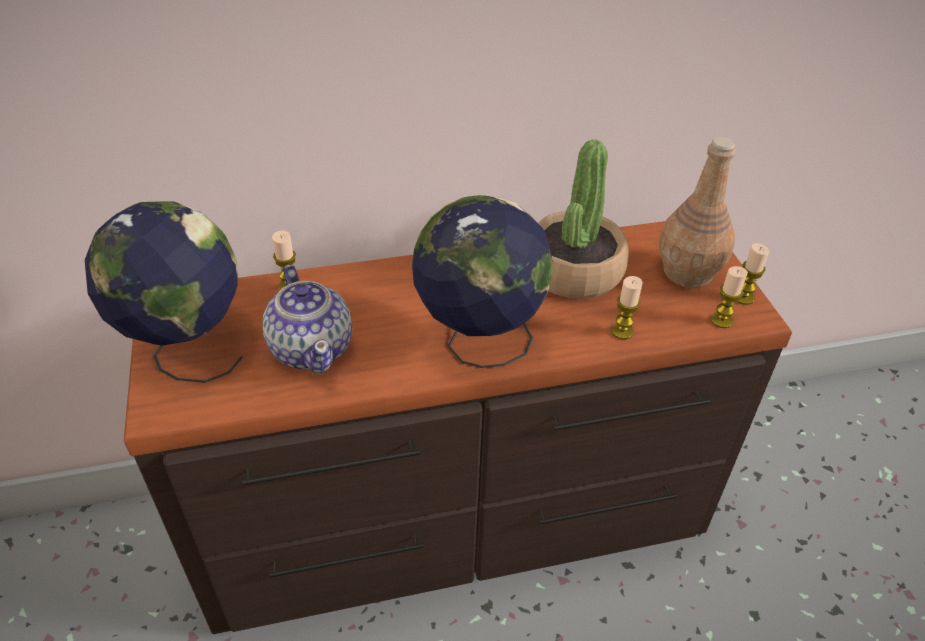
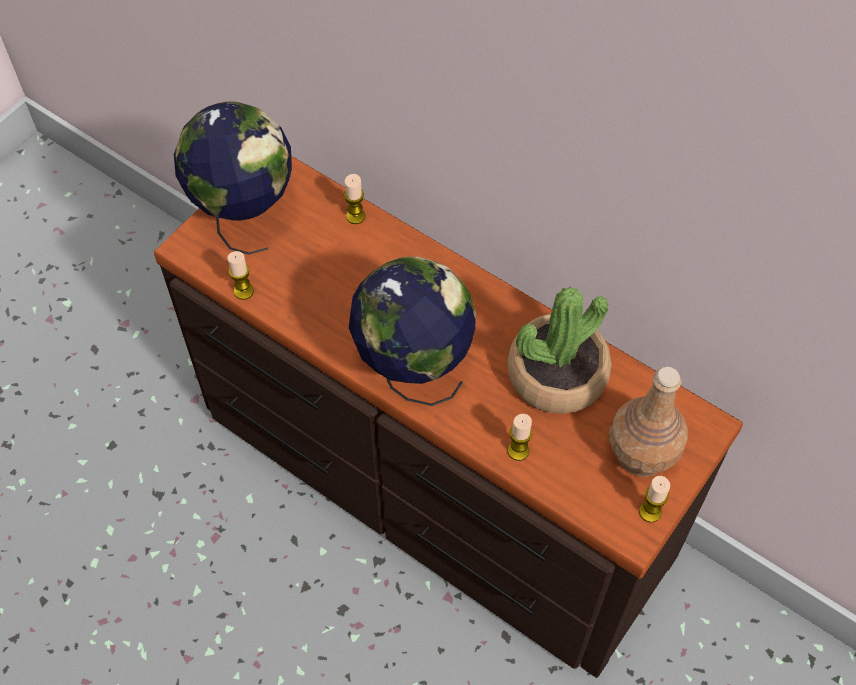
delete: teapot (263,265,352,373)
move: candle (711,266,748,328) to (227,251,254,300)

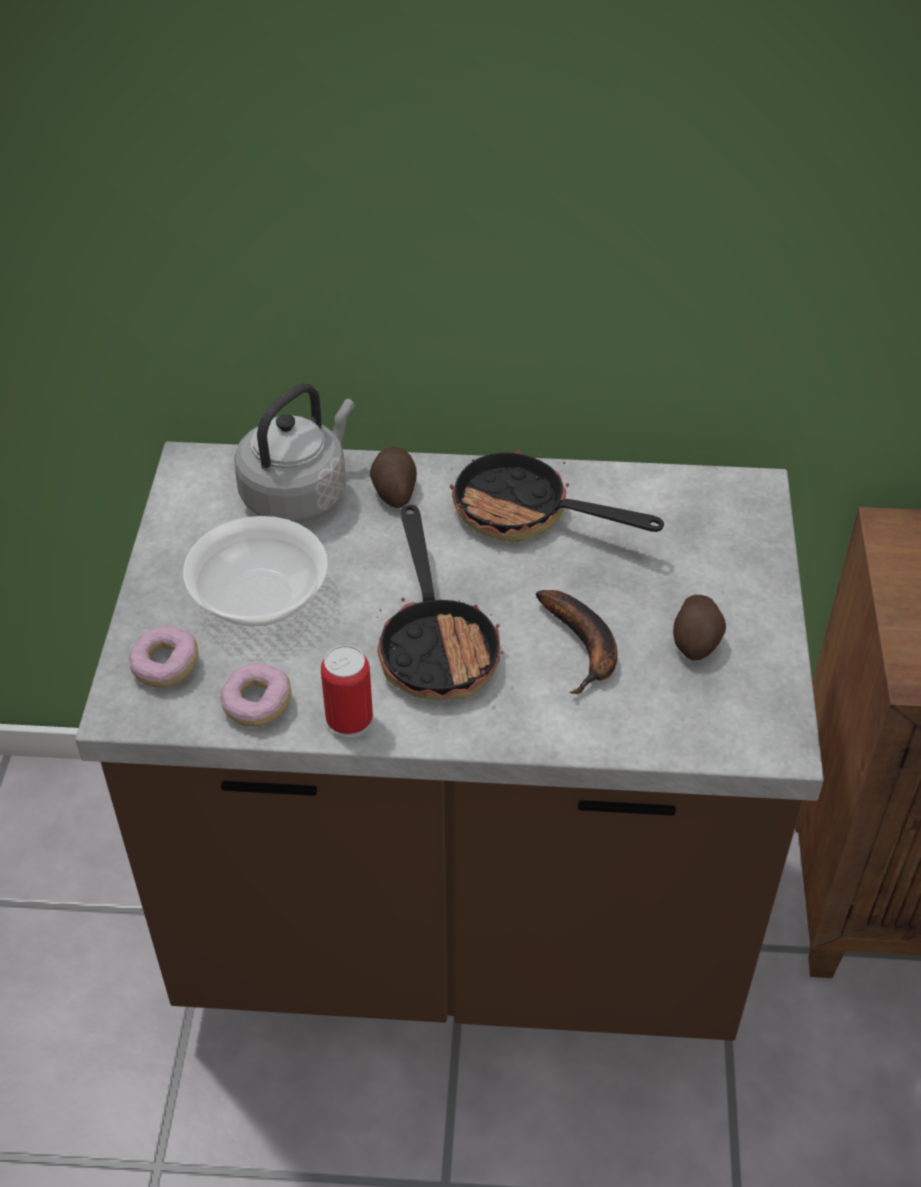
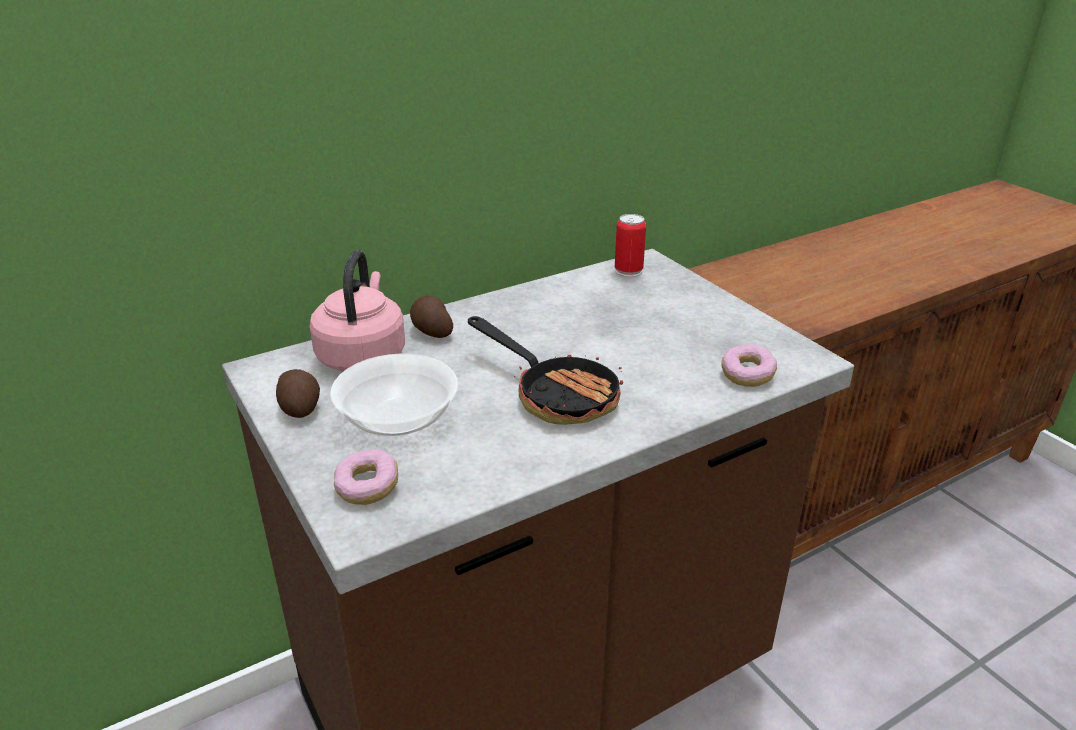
delete: frying_pan (450,443,664,541); banana (536,590,617,695)
move: potato (673,595,726,661) to (276,369,320,418); can (321,645,373,738) to (615,214,646,277); donut (221,663,292,727) to (721,344,777,387)
recolor: grey_kettle (234,383,355,522) to pink_kettle (310,250,405,372)

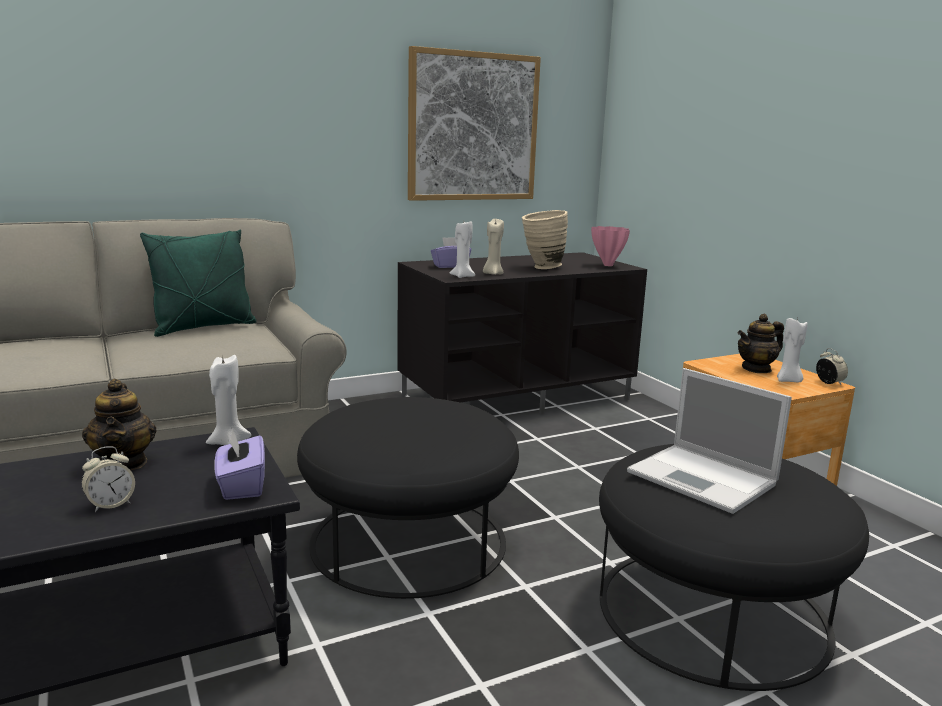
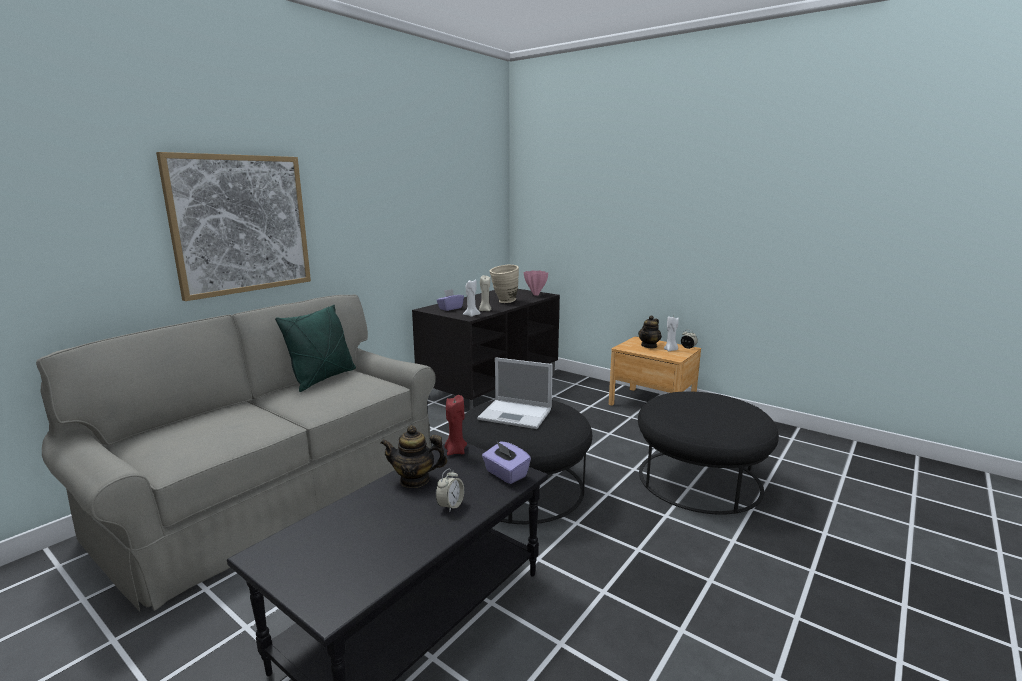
move: picture (408,46,541,201) to (156,152,311,301); laptop (627,368,792,514) to (477,357,553,429)
recolor: white_candle (206,354,251,445) to red_candle (445,395,467,455)
rotate: teapot (82,379,156,470) = (381,426,447,488) 135 degrees clockwise

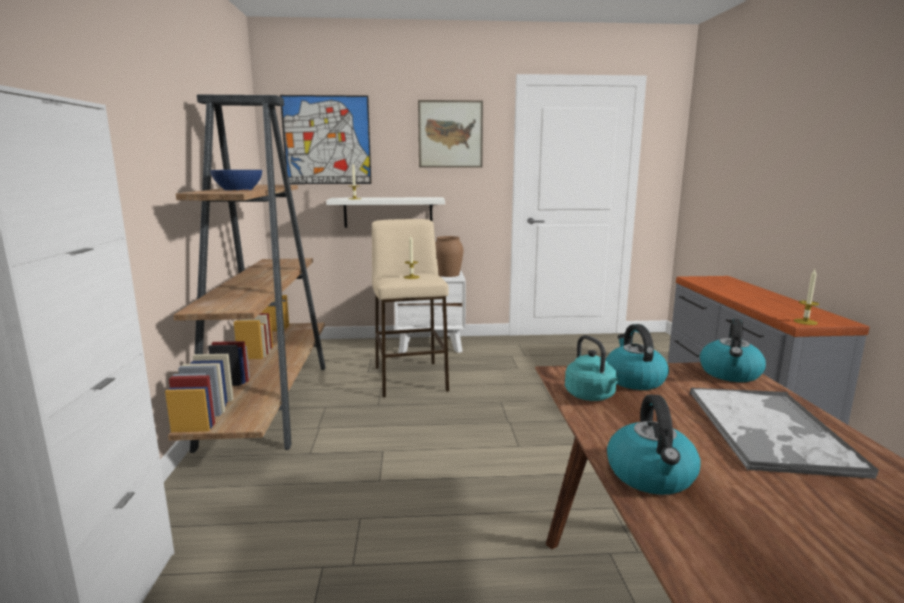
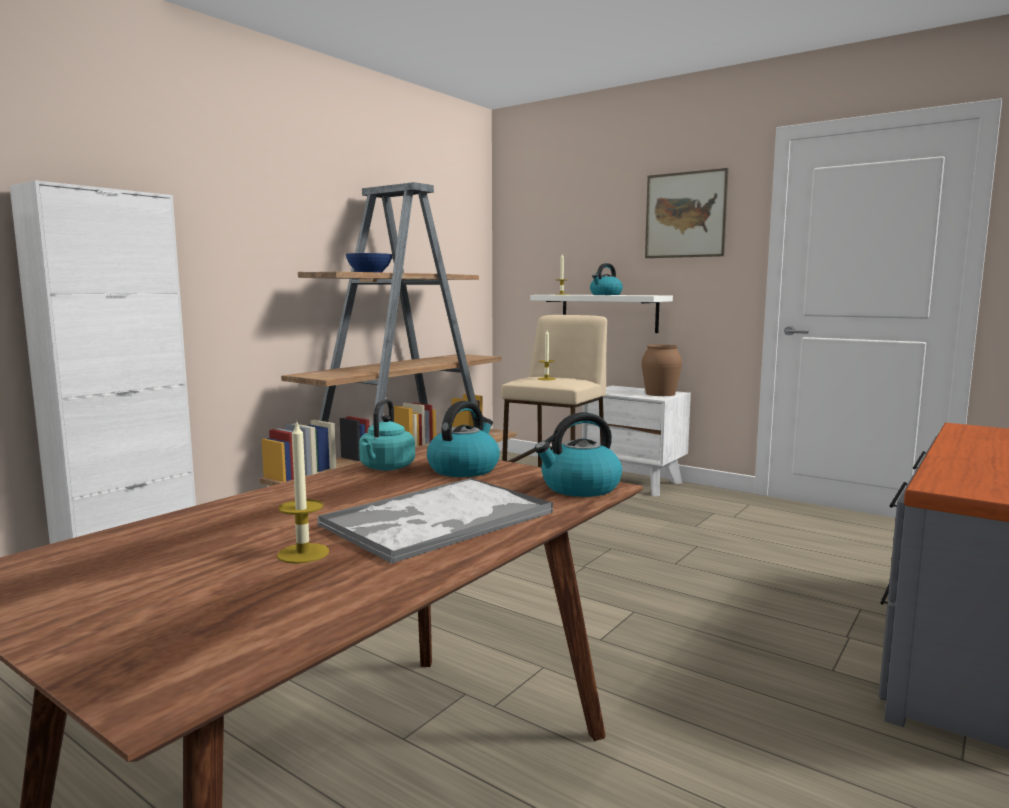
delete: picture (280,95,372,184)
move: candle (794,269,819,325) to (277,420,329,564); kettle (607,395,701,495) to (590,263,623,295)

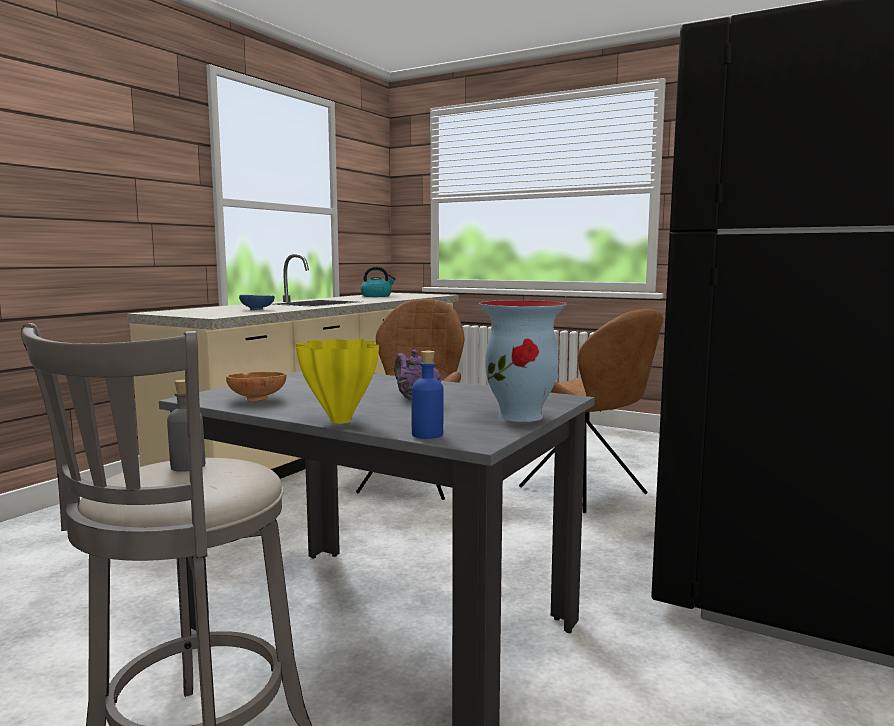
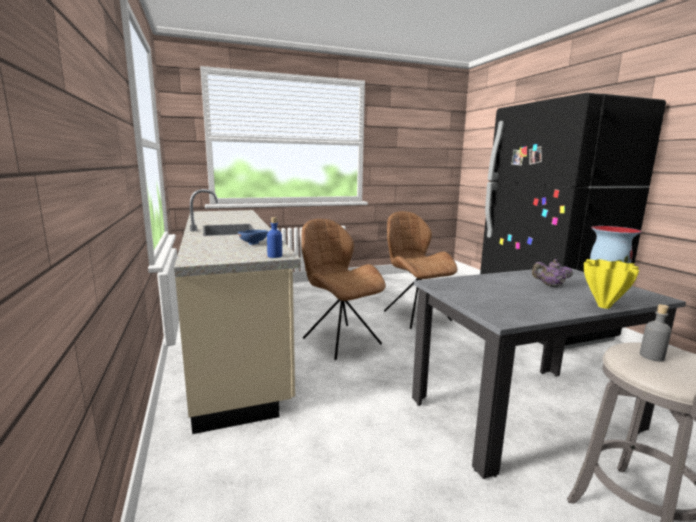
delete: kettle (361,267,396,297); brown_bowl (226,372,286,401)
move: blue_bottle (412,351,444,439) to (267,217,282,258)
rotate: brown_chair (519,309,663,513) = (384,211,458,329) 120 degrees counterclockwise

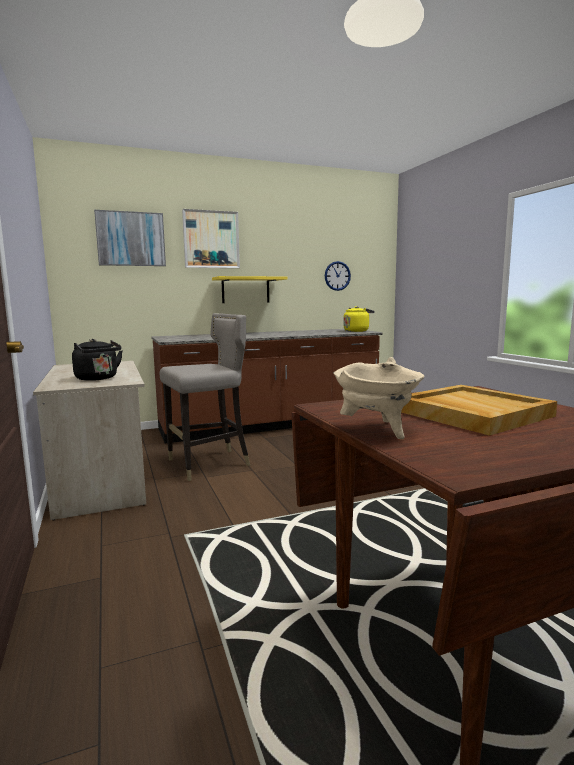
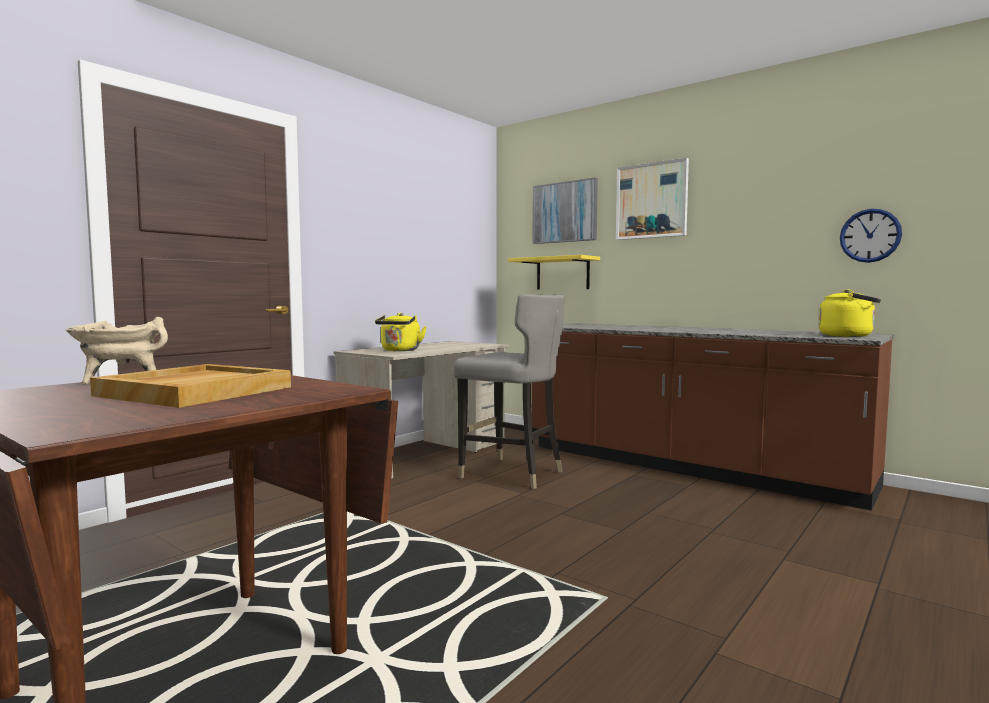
move: yellow_shelf (212,276,287,303) to (508,255,600,290)
recolor: black_kettle (72,339,122,381) to yellow_kettle (375,313,427,351)

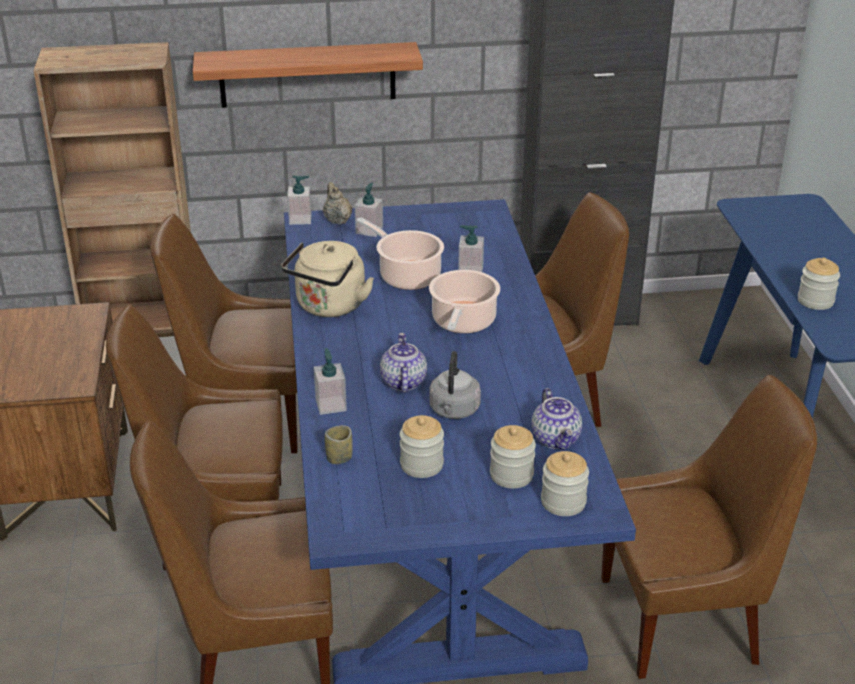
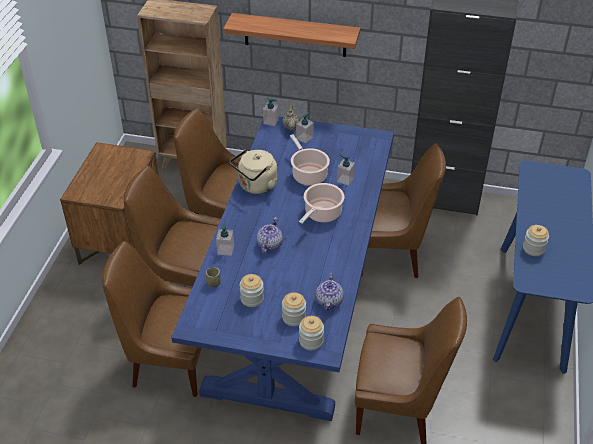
delete: grey_kettle (429,351,481,419)

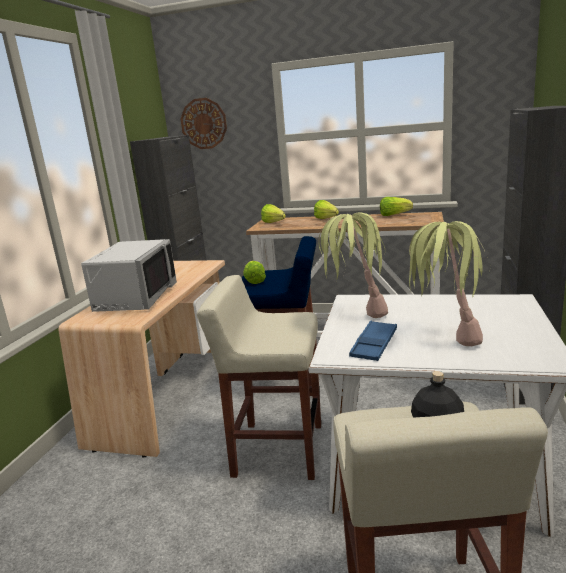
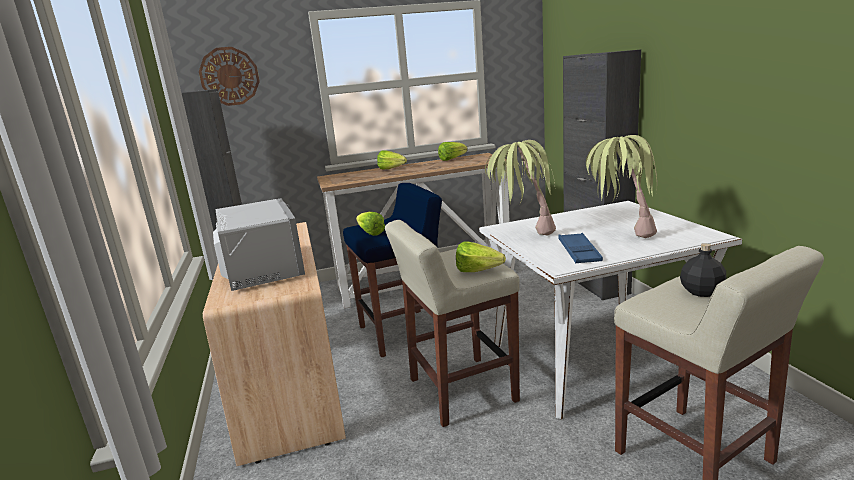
move: lettuce (261,204,286,223) to (456,241,506,272)

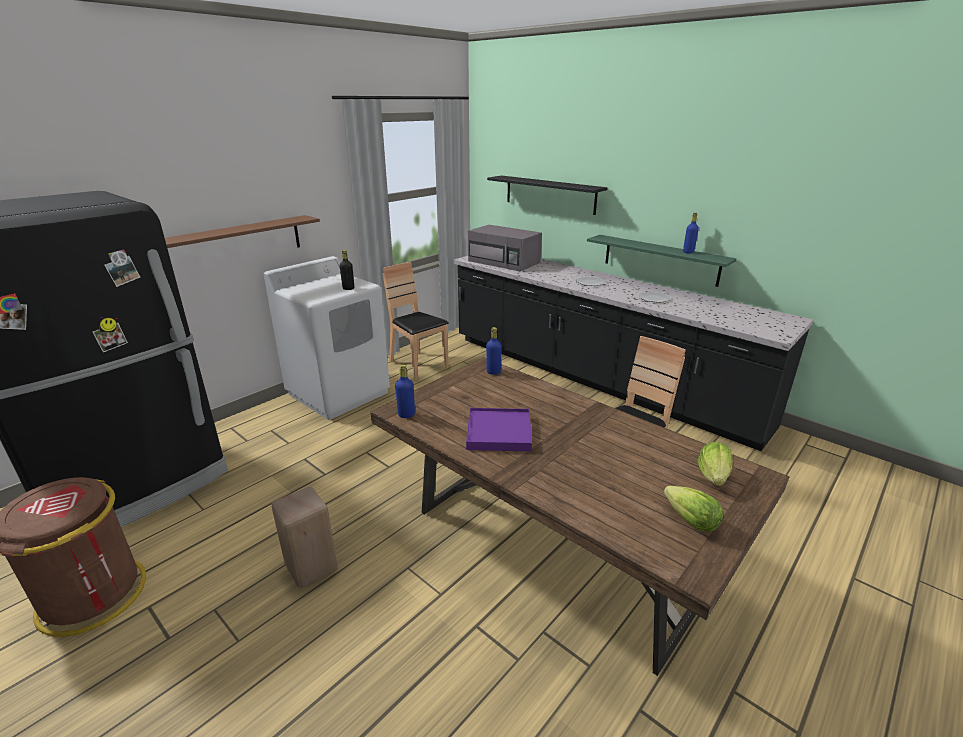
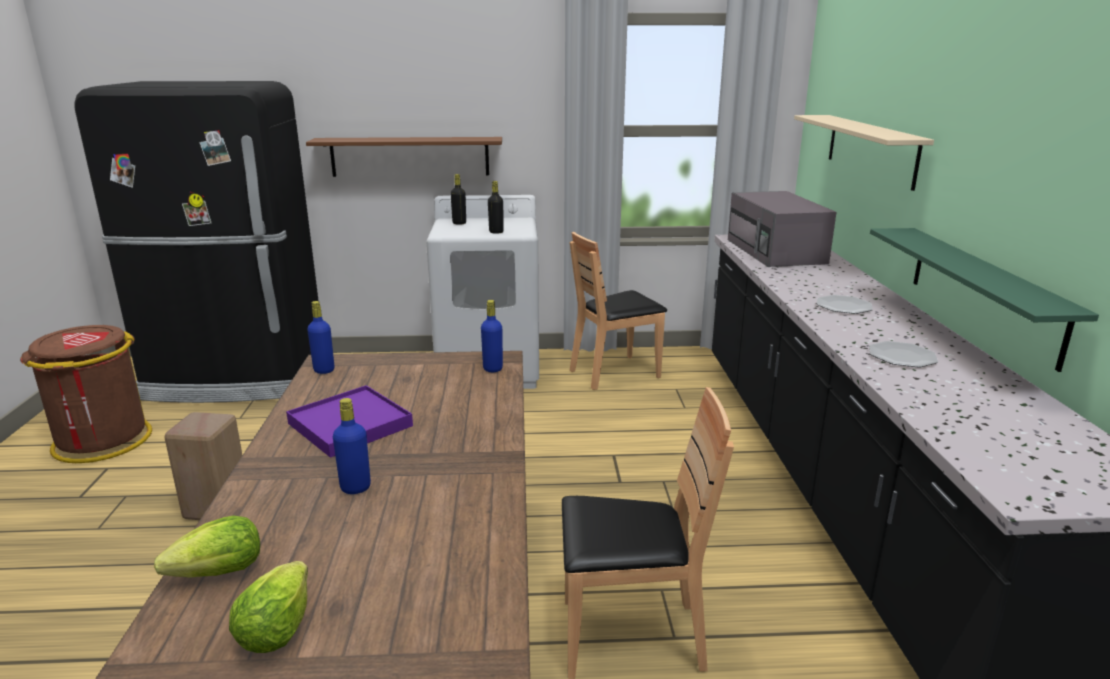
insert: black_bottle (451,174,466,225)
move: blue_bottle (683,213,699,254) to (333,398,371,494); lettuce (698,442,733,486) to (154,515,260,578)
recolor: black_shelf (487,176,607,215) to beige_shelf (794,115,934,191)
rotate: brown_chair (383,262,449,380) = (569,232,667,390) 120 degrees counterclockwise

